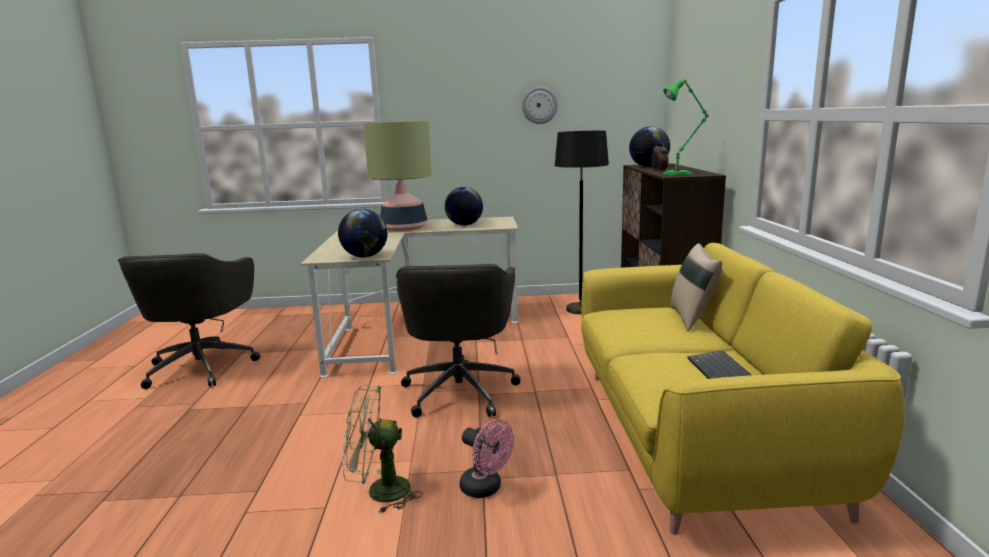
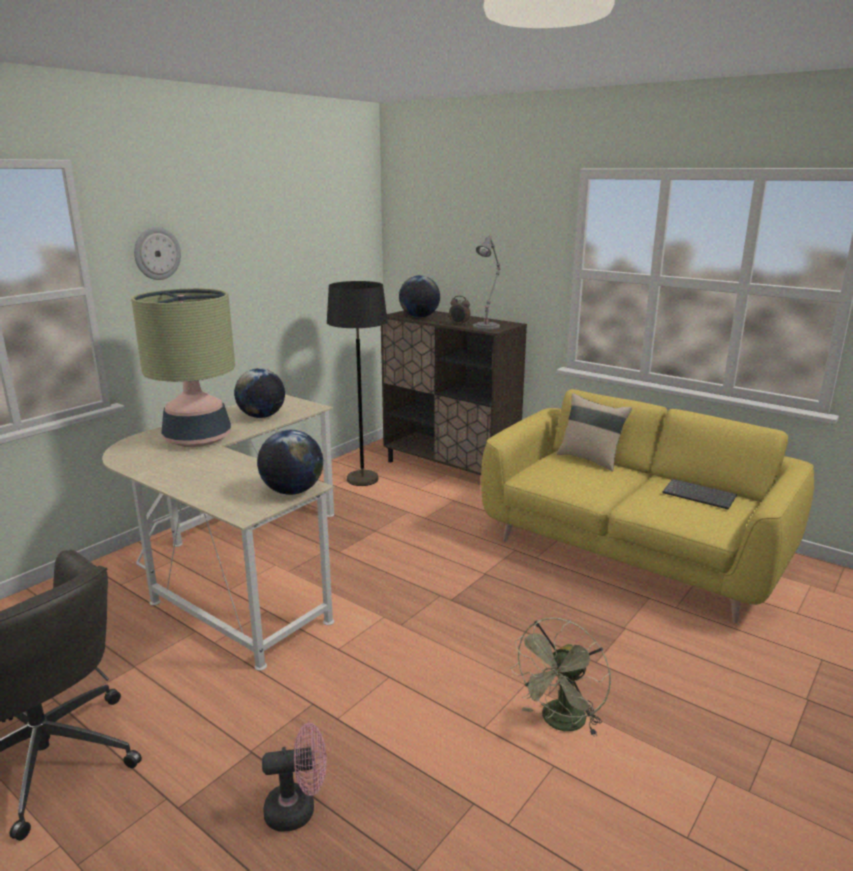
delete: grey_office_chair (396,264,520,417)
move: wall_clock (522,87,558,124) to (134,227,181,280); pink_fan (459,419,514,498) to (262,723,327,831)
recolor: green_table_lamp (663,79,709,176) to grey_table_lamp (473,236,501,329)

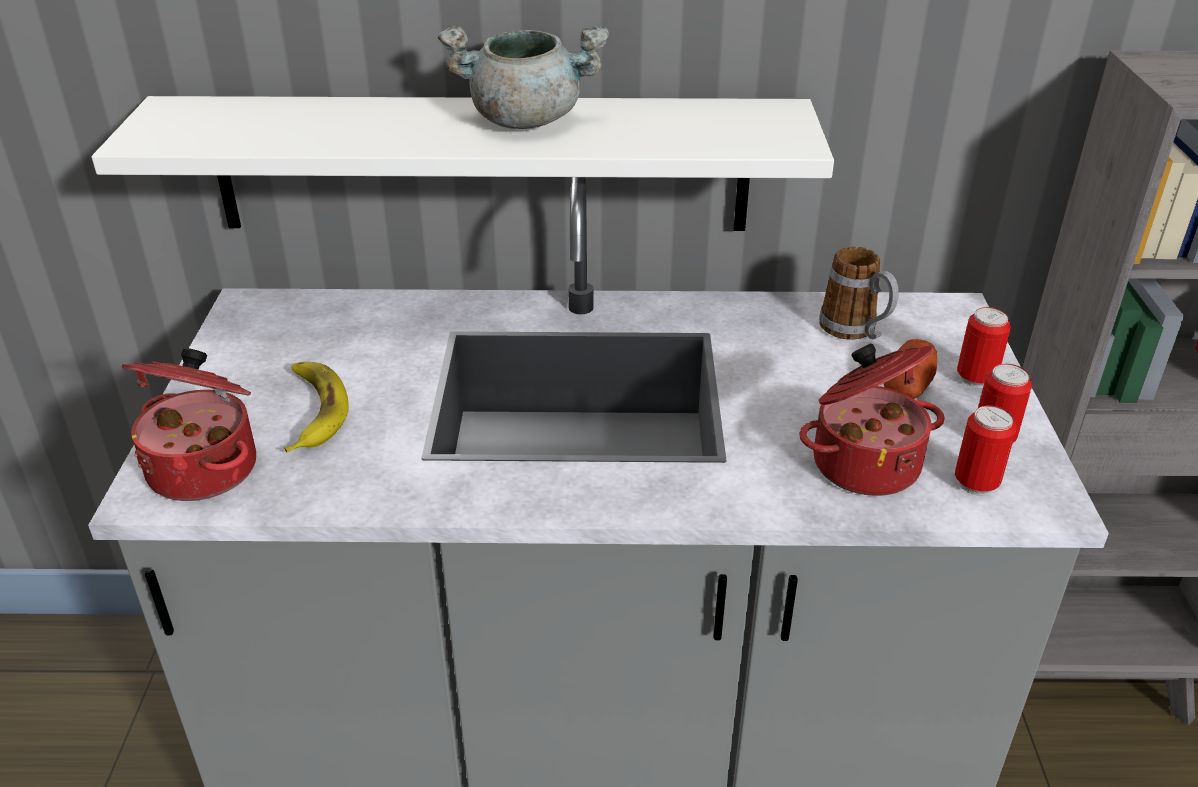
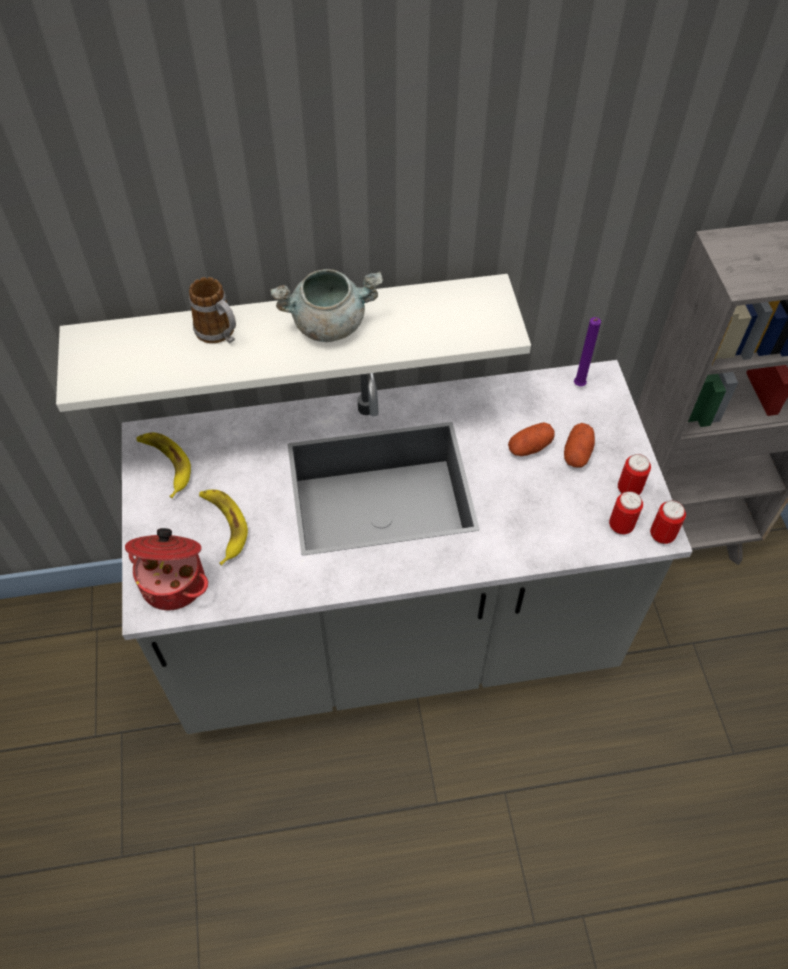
delete: cooking_pot (799,344,945,496)
insert: purple_candle (574,317,601,386); potato (508,422,555,456); banana (137,433,191,498)
move: mug (819,246,899,340) to (189,277,236,343); can (957,307,1011,388) to (650,501,686,544)

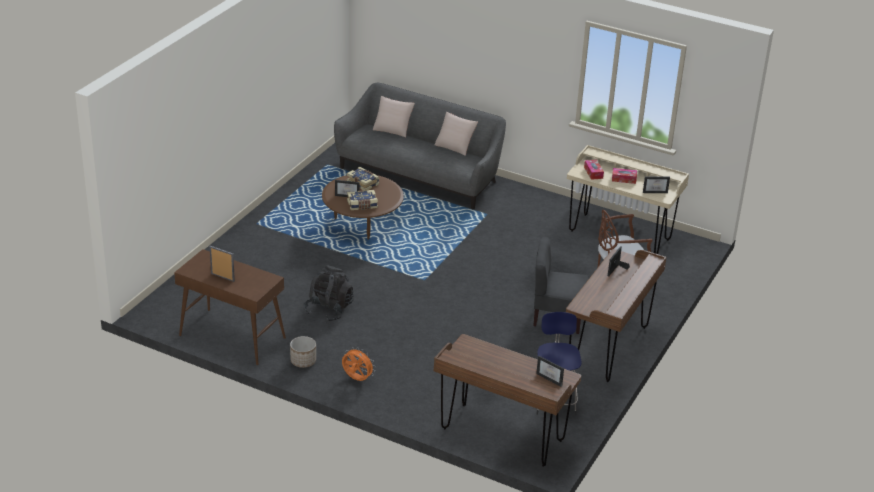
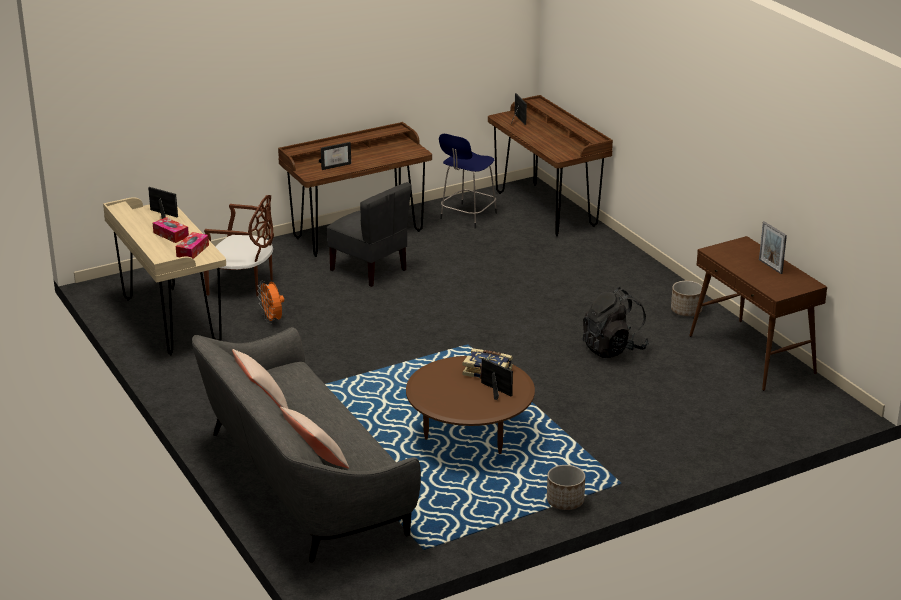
delete: book (346,167,379,191)
insert: planter (547,465,585,510)
move: orange_fan (342,347,375,381) to (257,280,284,324)

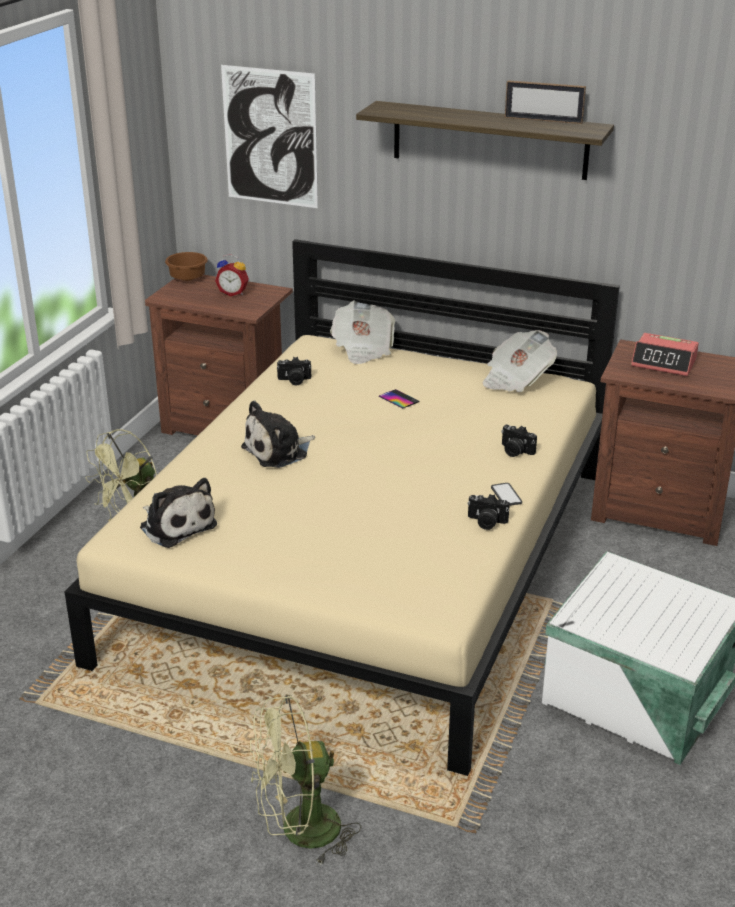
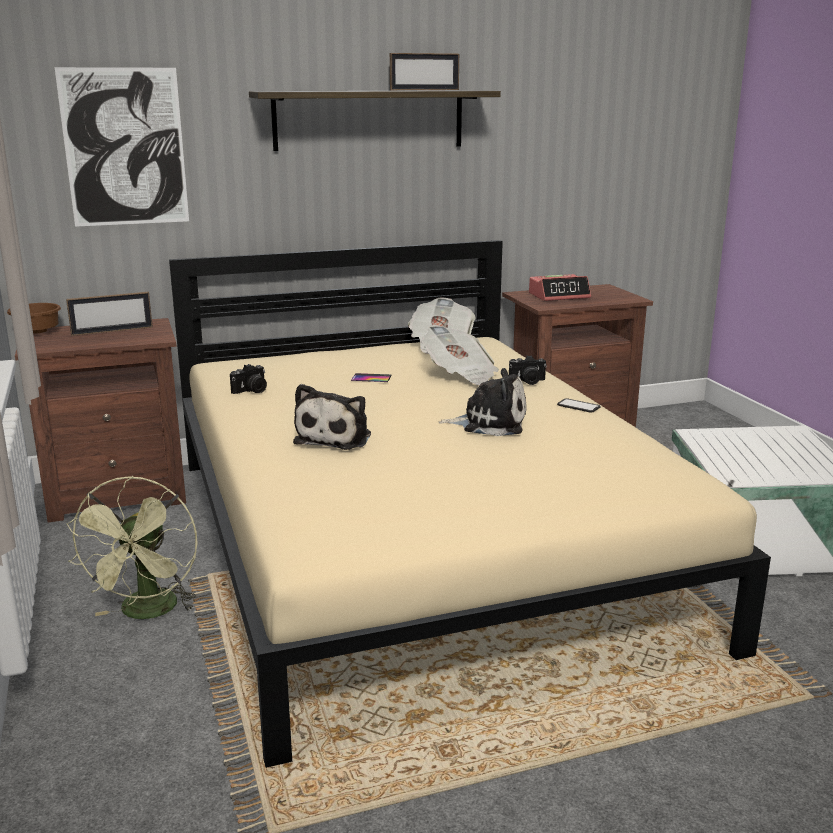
delete: photo_camera (467,494,510,530); green_fan (250,695,361,866)
move: newspaper (330,300,395,364) to (422,325,499,386); plush_toy (140,478,217,548) to (439,368,527,436)
replace: alarm_clock (215,254,249,296) to picture_frame (66,292,153,336)

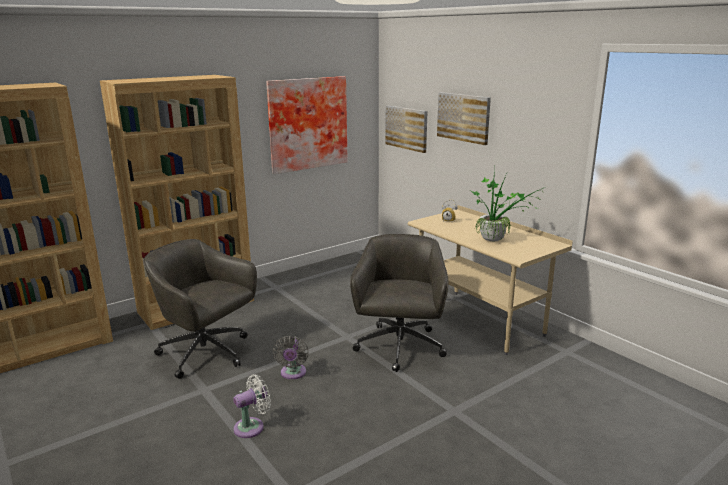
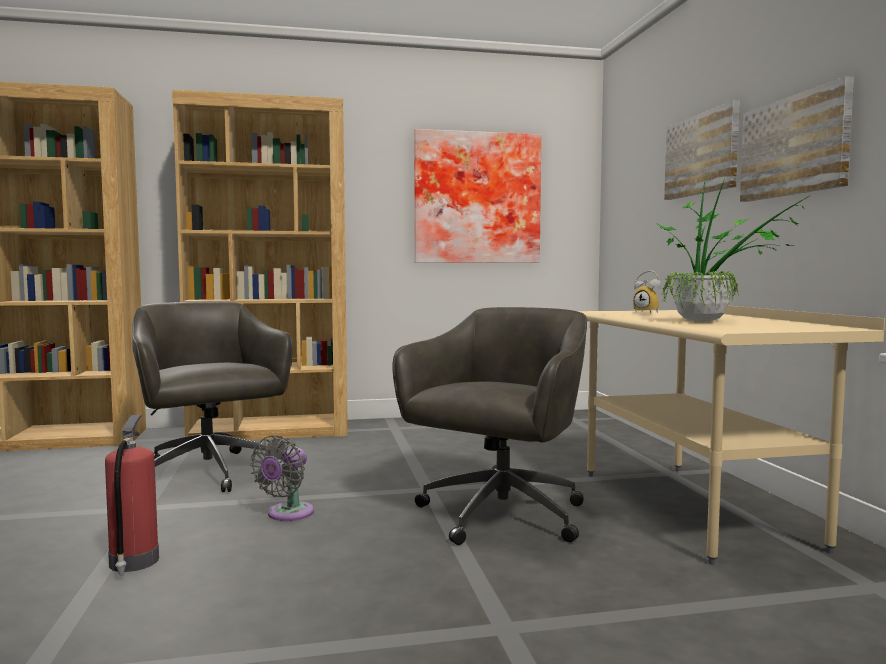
move: picture (385,105,427,153) to (740,76,854,202)
replace: white_fan (233,375,271,438) to fire_extinguisher (105,415,159,576)

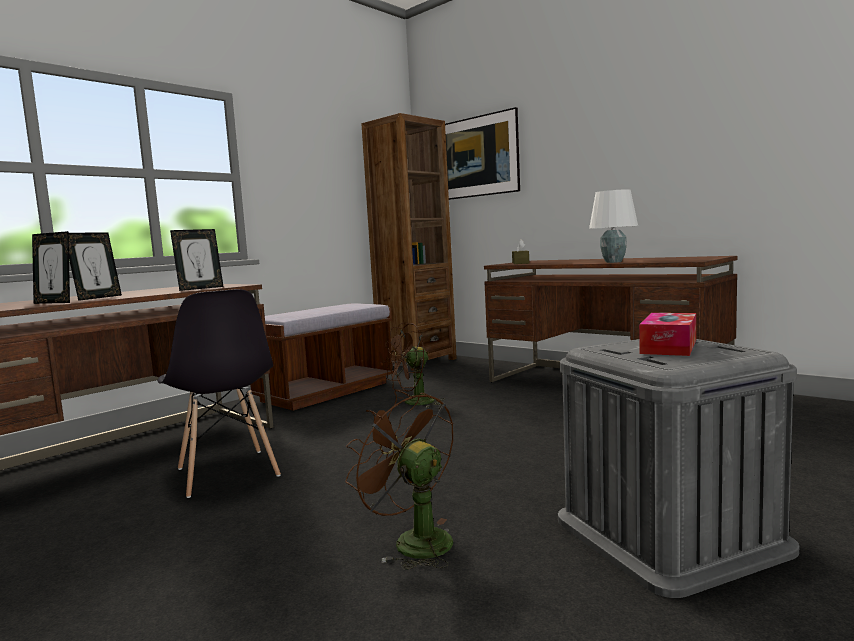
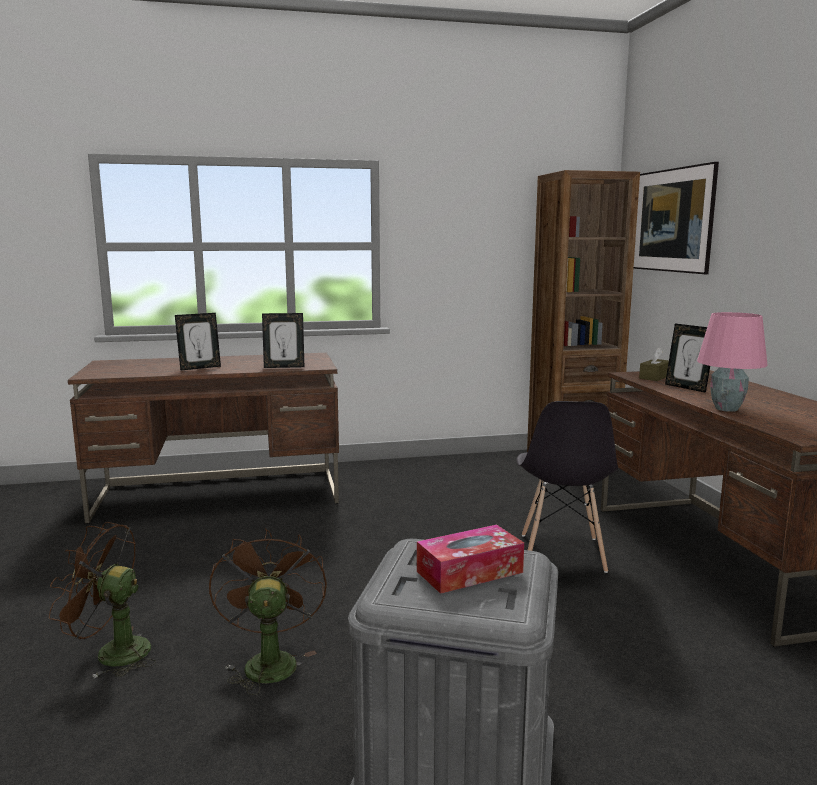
delete: brown_bench (250,303,393,410)
move: picture_frame (32,231,70,304) to (665,324,710,393); grey_chair (158,289,281,498) to (516,401,618,573); brown_fan (384,323,445,408) to (49,522,156,678)
recolor: white_table_lamp (589,189,638,263) to pink_table_lamp (697,312,768,412)

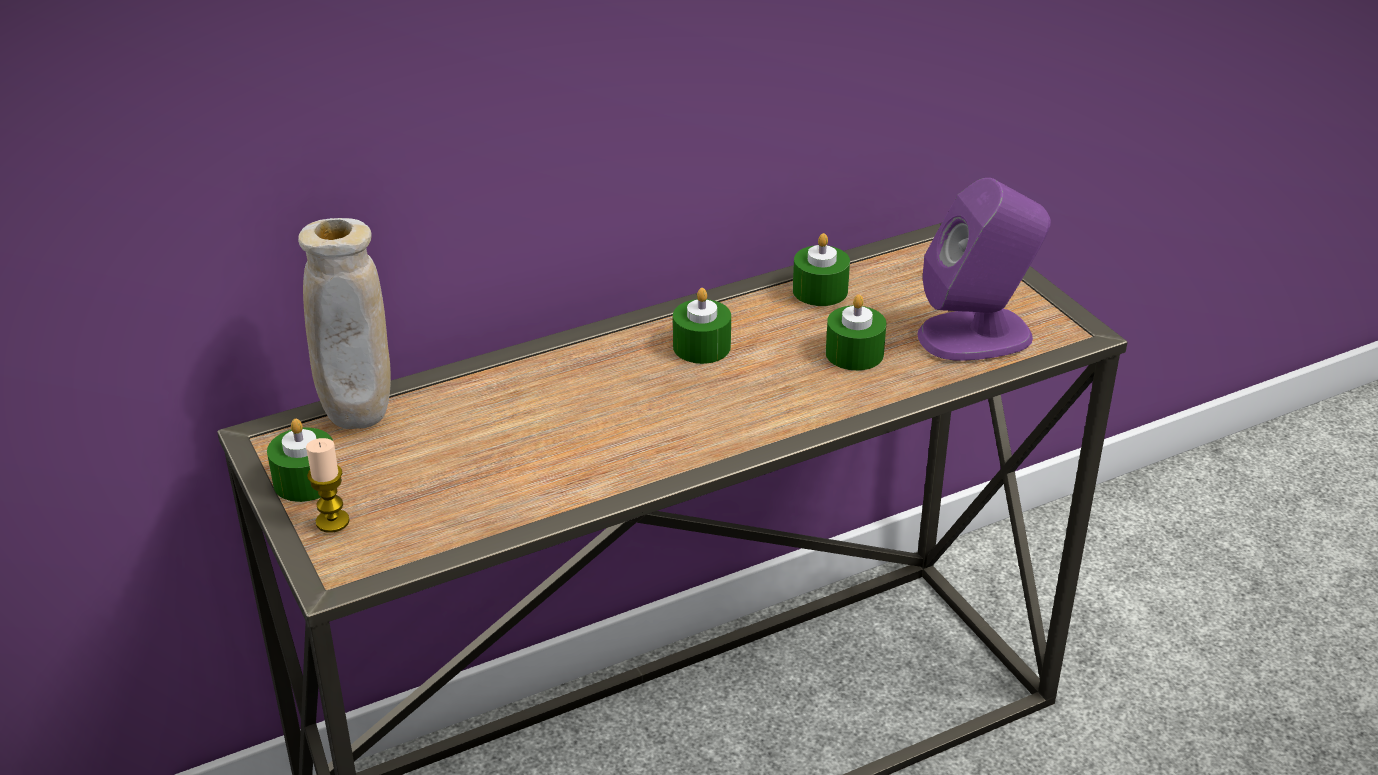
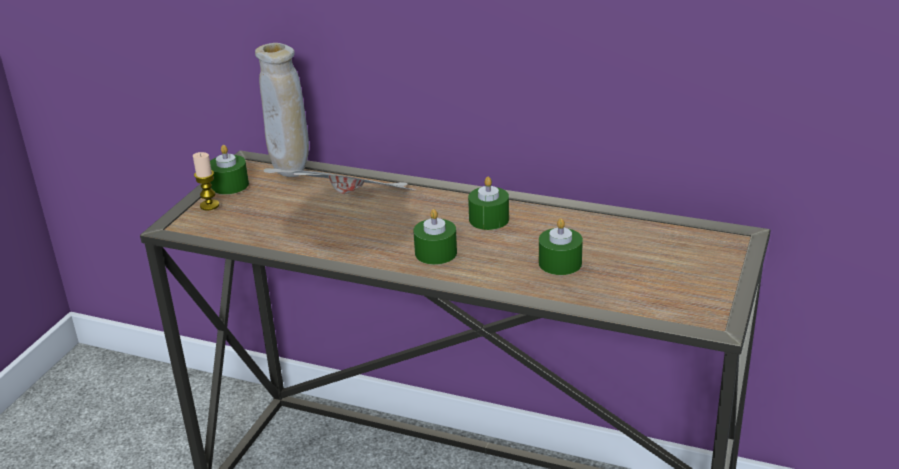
delete: purple_speaker (917,178,1051,361)
insert: newspaper (264,168,416,194)
move: green_candle (793,233,850,306) to (413,209,457,265)

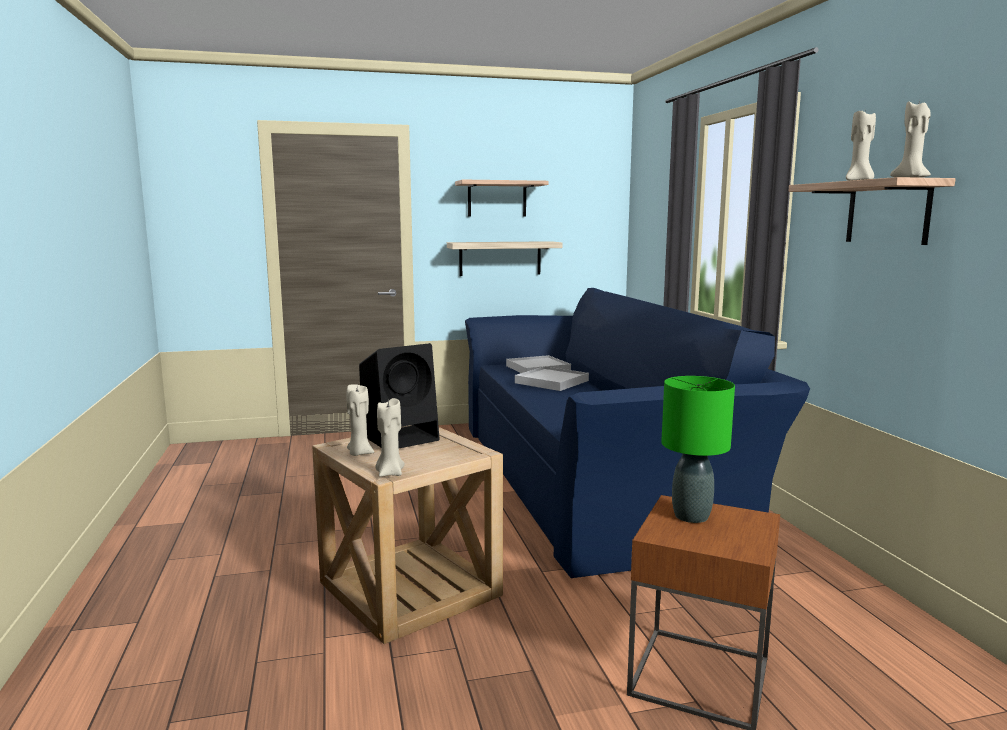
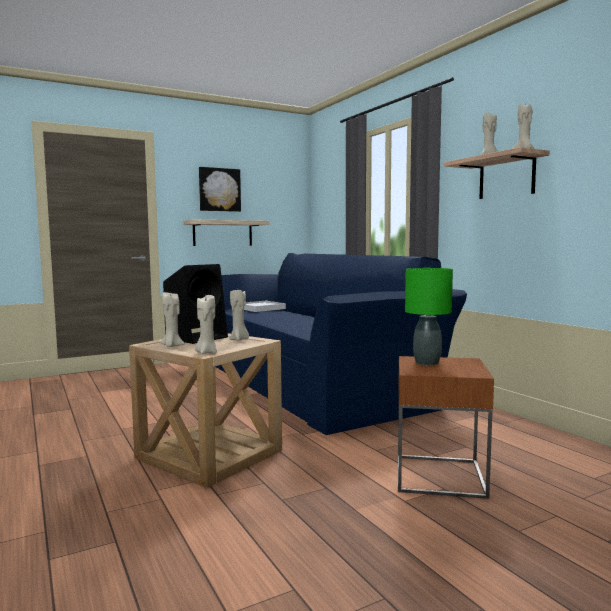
delete: white_tray (515,366,589,391)
insert: beige_candle (230,290,249,341)
replace: shelf (455,180,548,217) to picture (199,167,241,212)

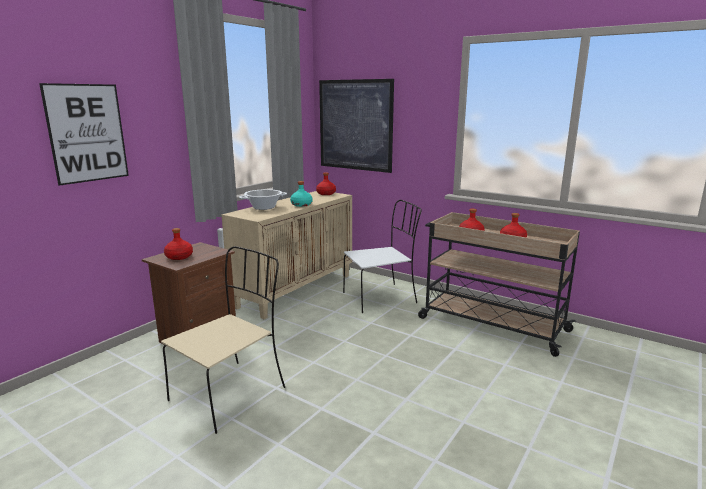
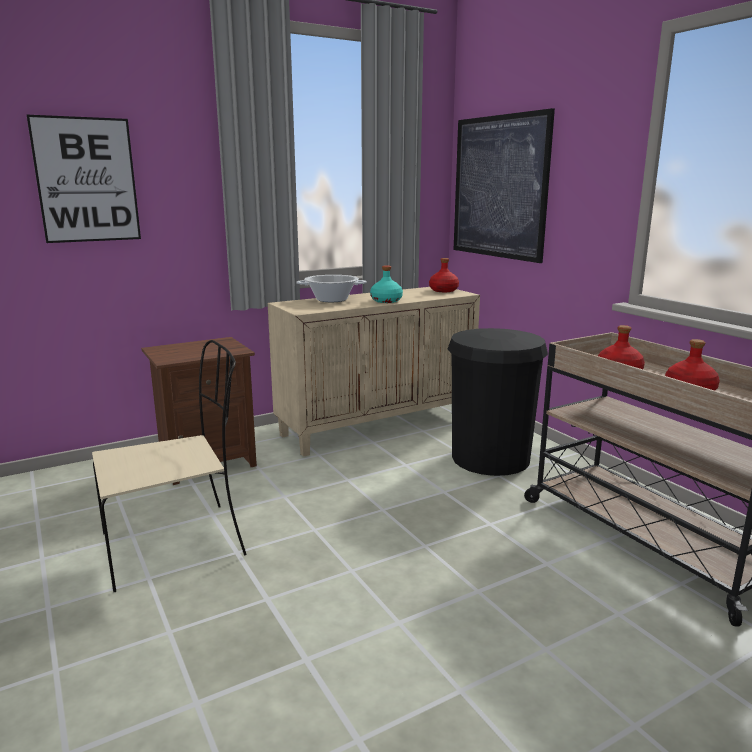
delete: red_bottle (164,228,193,260)
replace: white_chair (343,200,422,313) to black_trash_can (448,328,548,476)

